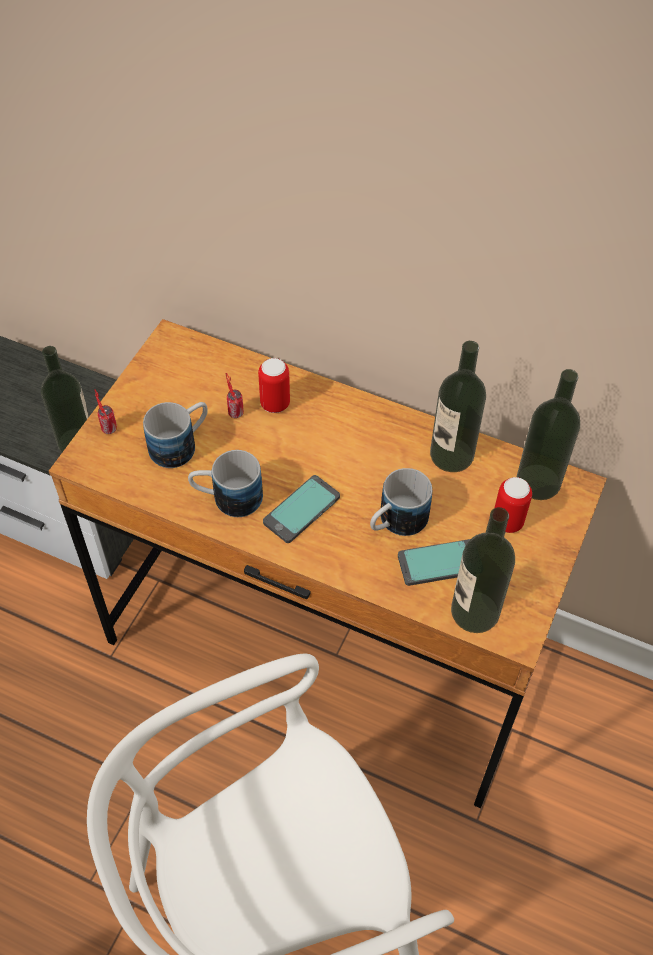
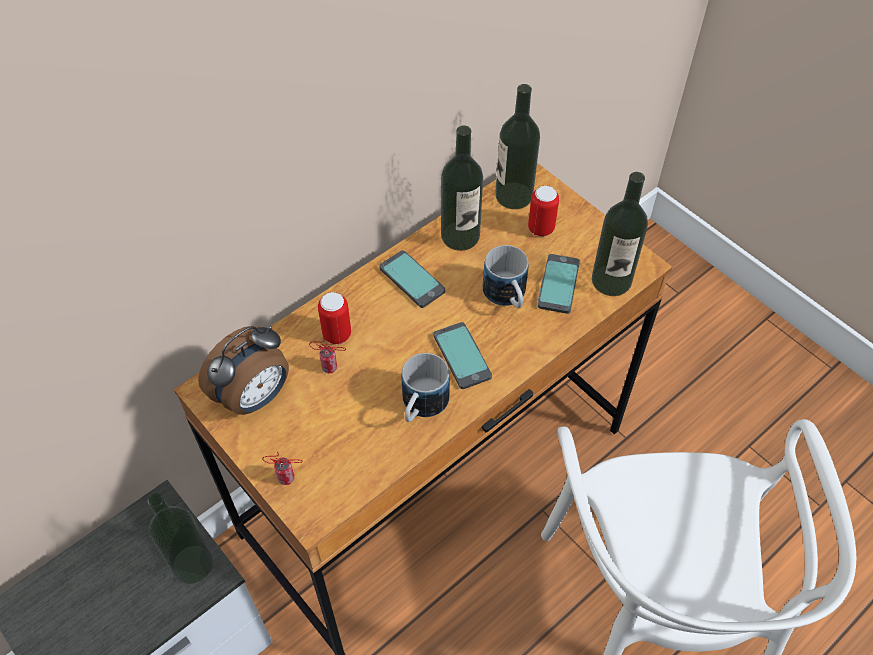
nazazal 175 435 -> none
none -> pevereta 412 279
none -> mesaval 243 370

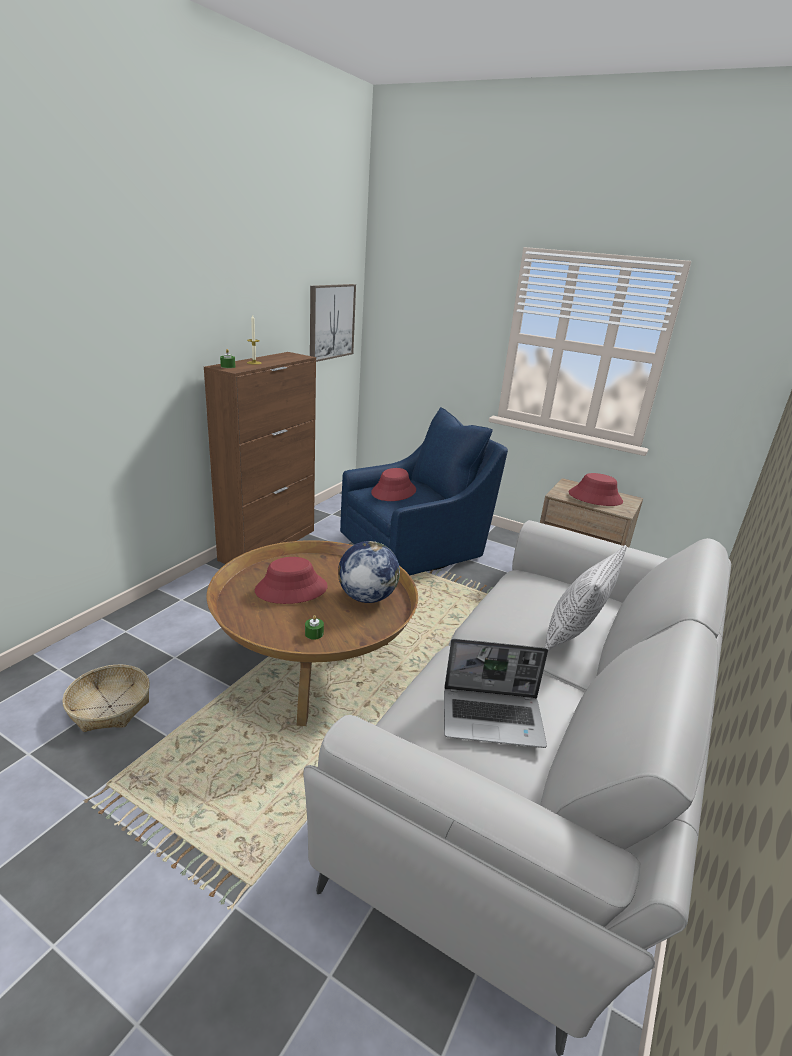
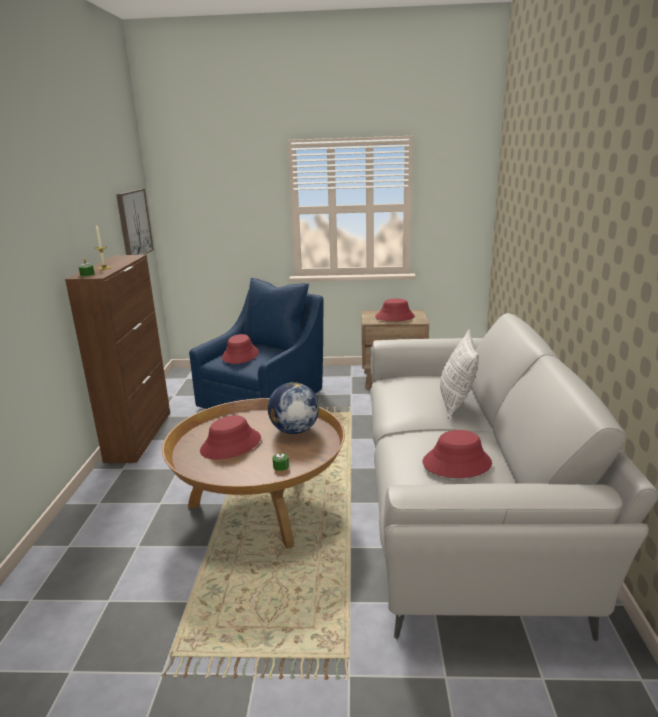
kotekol 496 693 -> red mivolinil 457 454
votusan 106 698 -> none

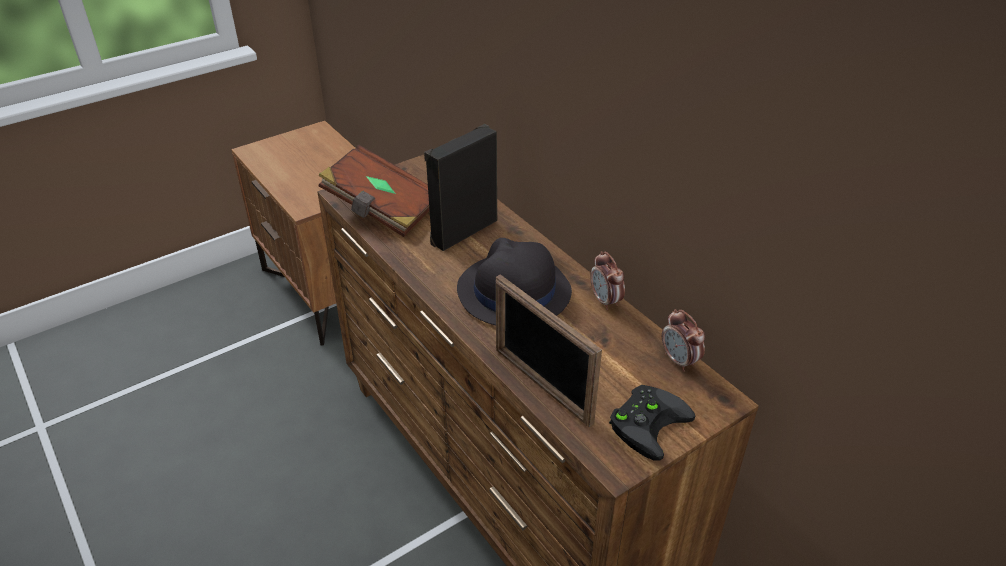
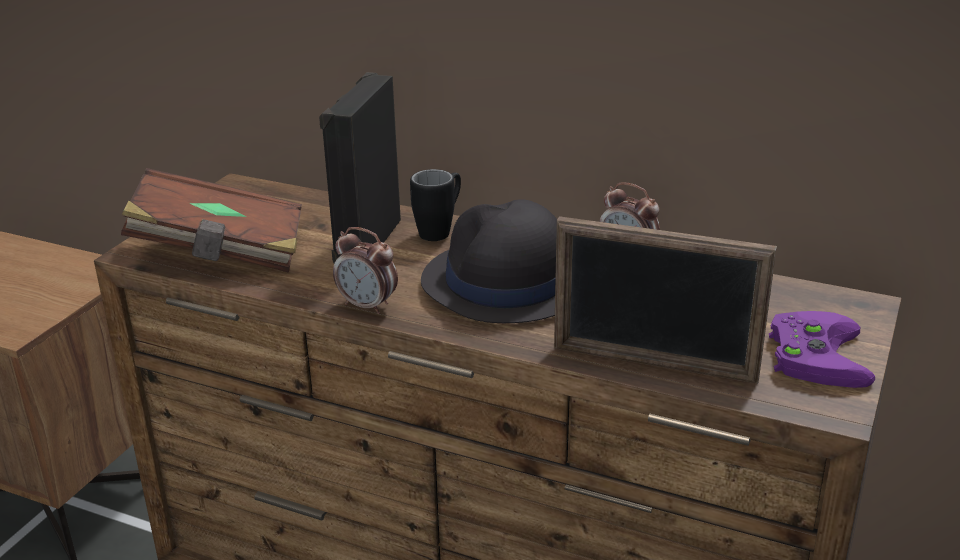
mesaval 683 340 -> mesaval 365 271, move
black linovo 652 423 -> purple linovo 822 349
none -> black nazazal 435 205

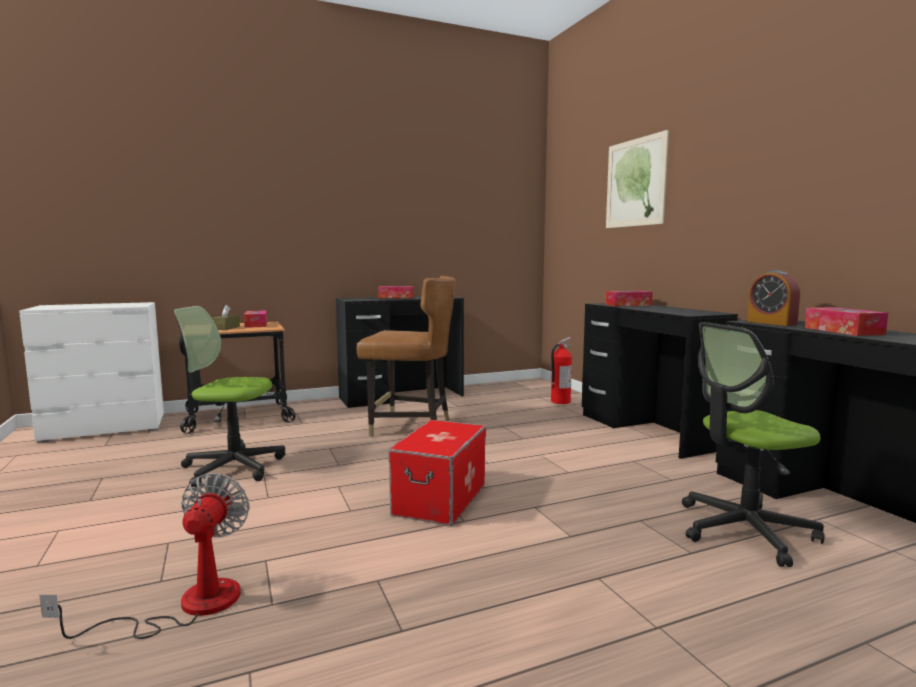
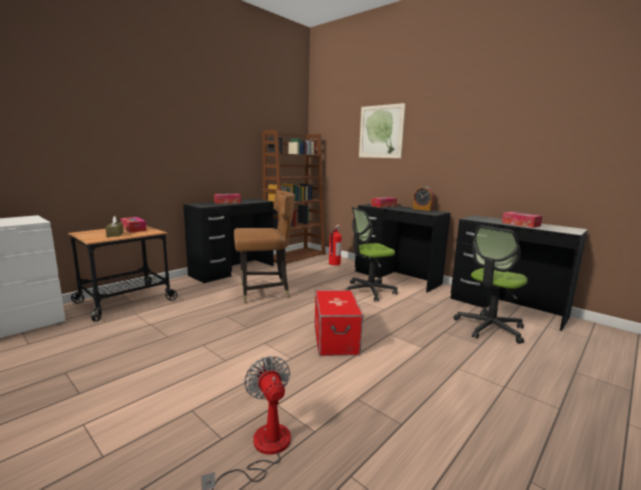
mesaval 773 298 -> mesaval 424 198, move
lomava 229 397 -> lomava 372 254, move
none -> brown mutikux 294 197

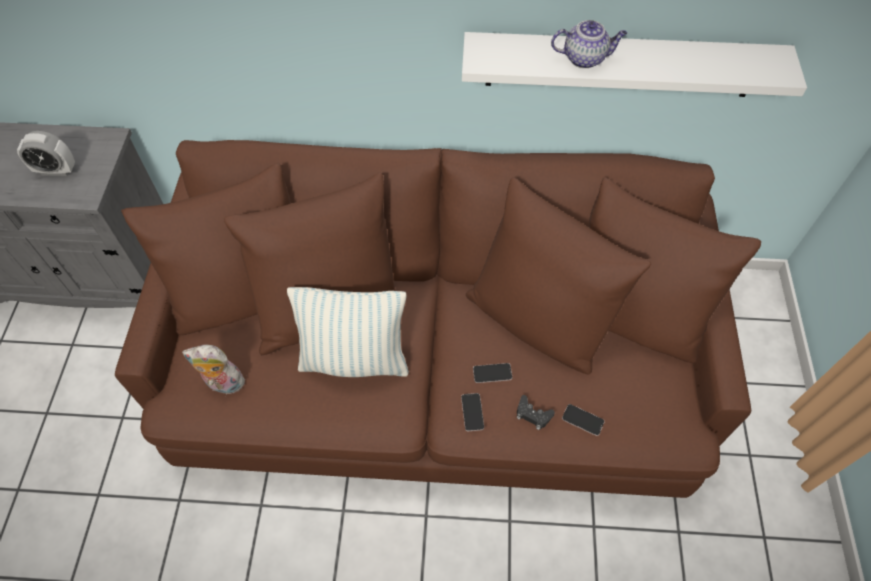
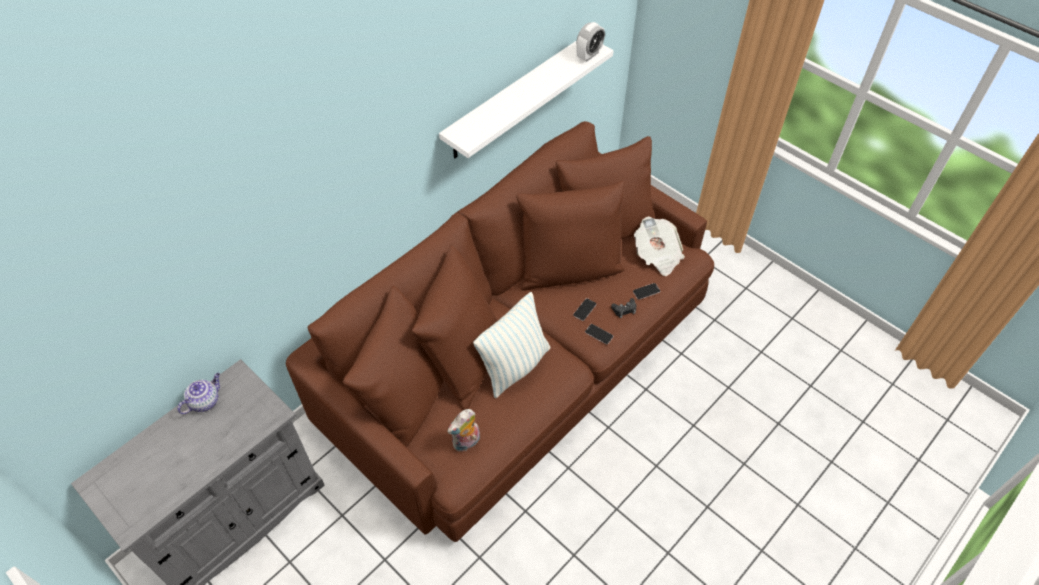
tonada 589 44 -> tonada 198 393, move
mesaval 46 153 -> mesaval 590 41, move
none -> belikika 659 246

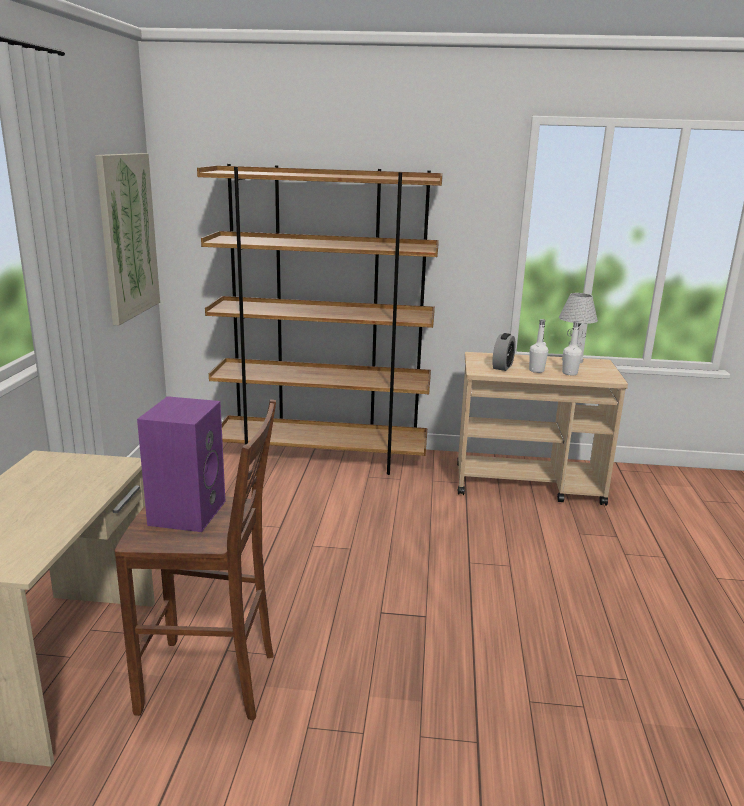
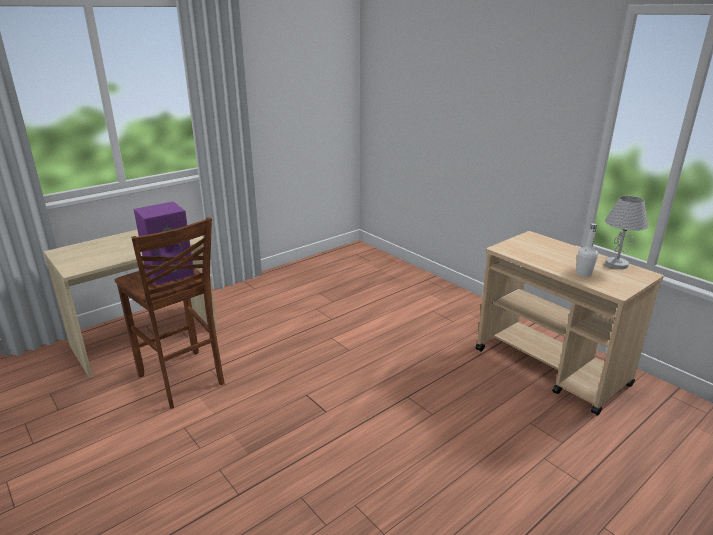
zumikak 127 239 -> none
brown mutikux 320 319 -> none
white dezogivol 538 346 -> none
mesaval 504 352 -> none

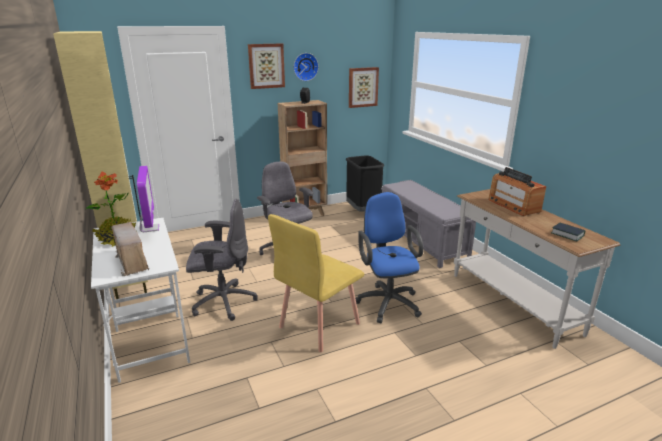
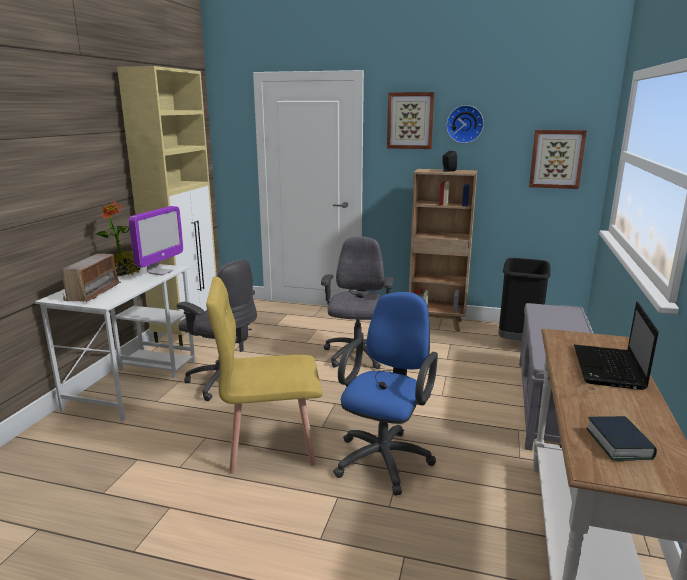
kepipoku 517 191 -> kotekol 616 346

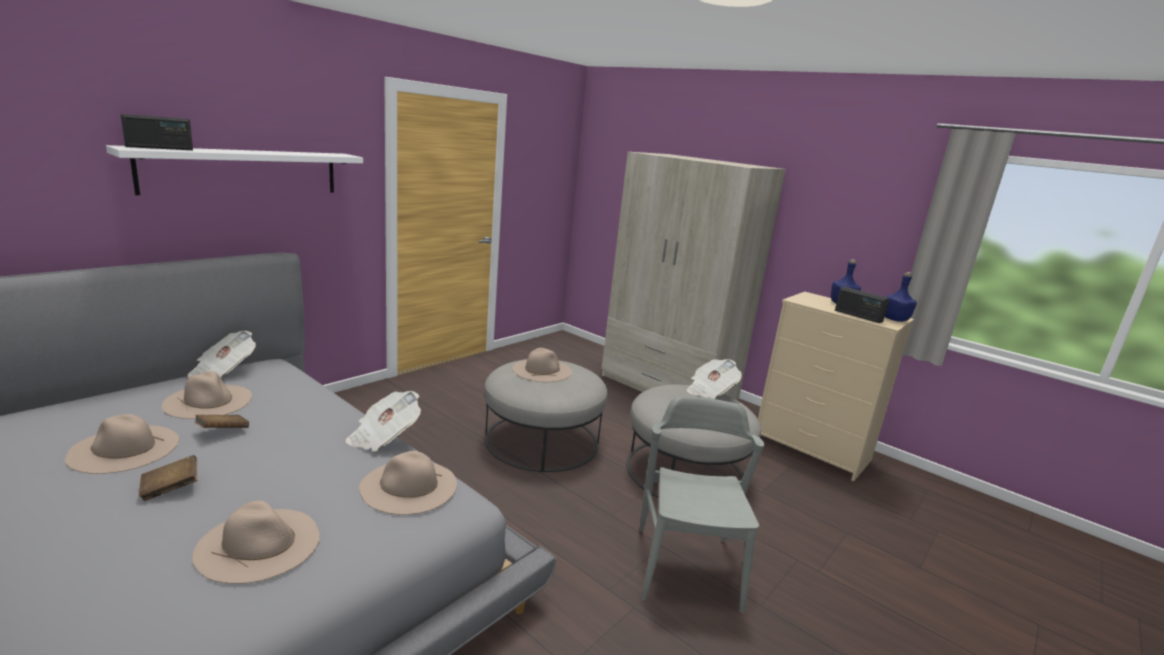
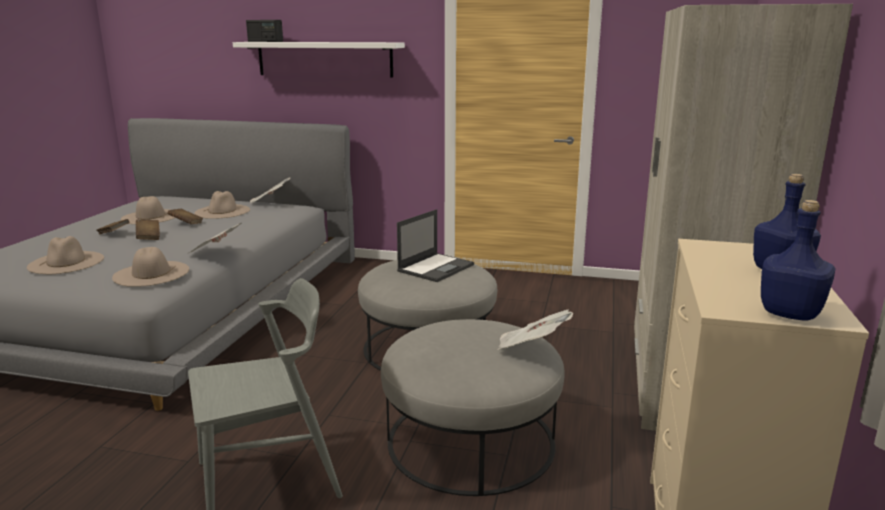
kepipoku 862 305 -> none
beige mivolinil 542 365 -> kotekol 435 245
none -> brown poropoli 148 229

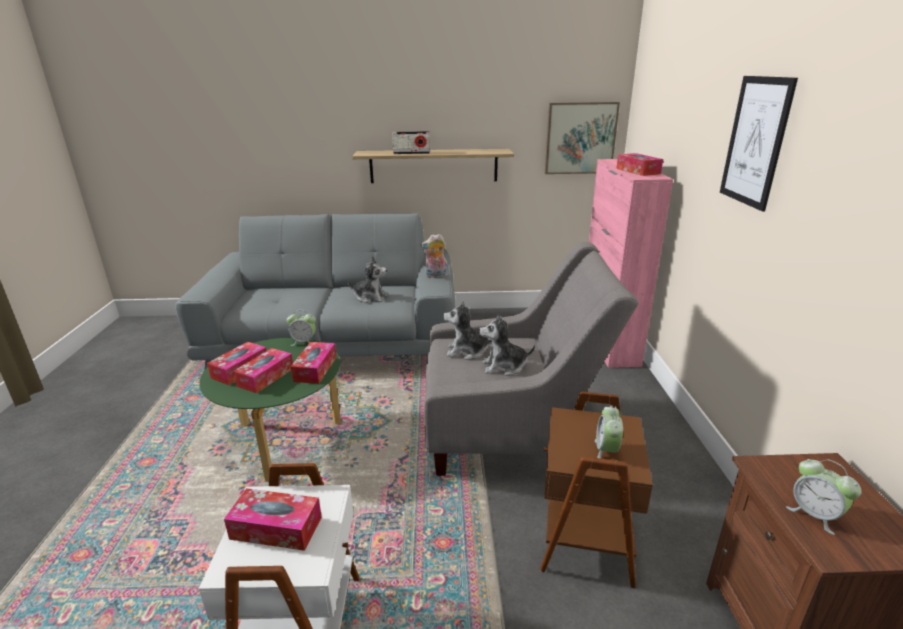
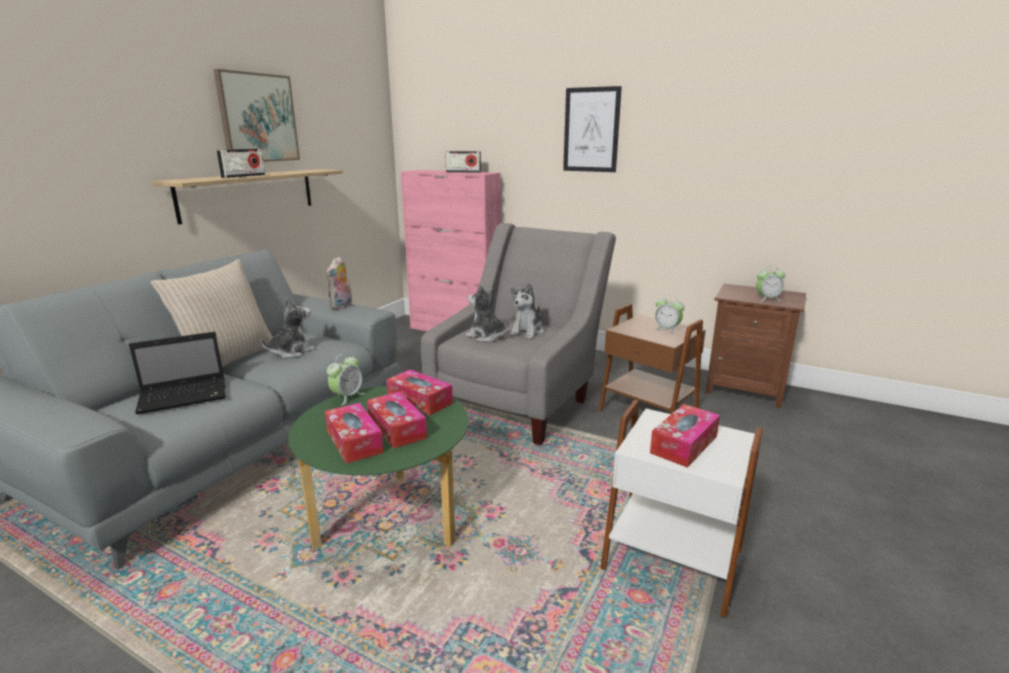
zumikak 582 138 -> zumikak 256 115, move
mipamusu 639 164 -> kepipoku 463 162
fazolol 467 330 -> fazolol 487 313, 90 degrees clockwise
none -> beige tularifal 212 313
none -> kotekol 177 373

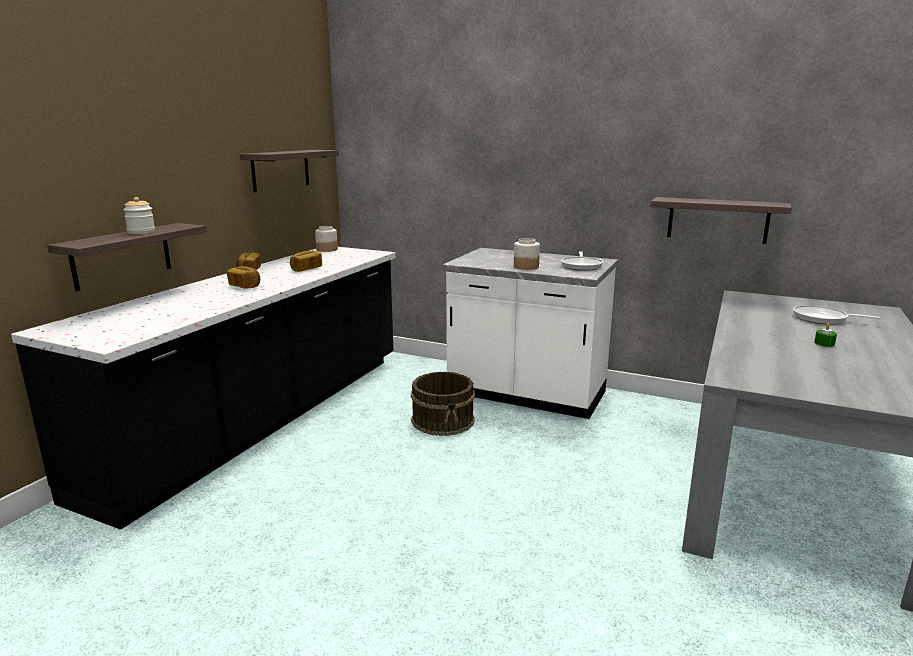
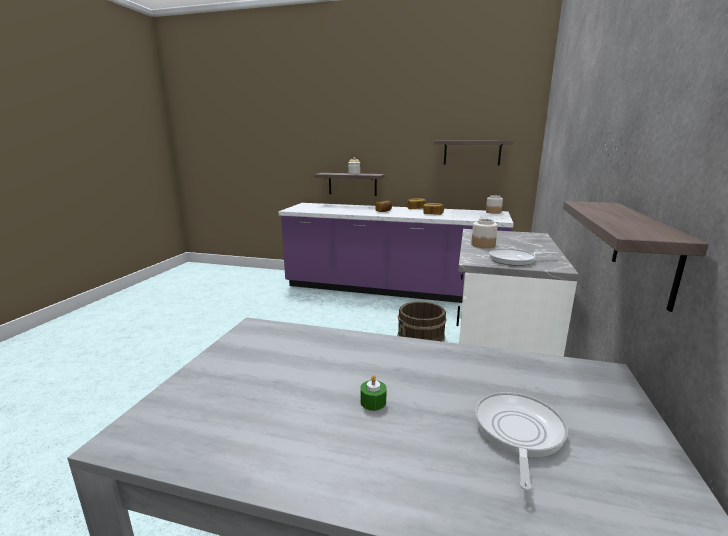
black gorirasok 203 388 -> purple gorirasok 396 253

